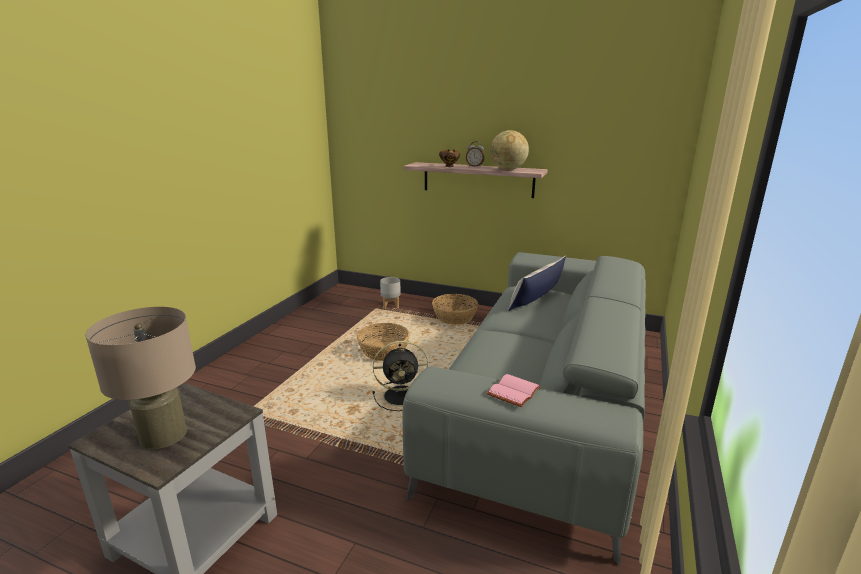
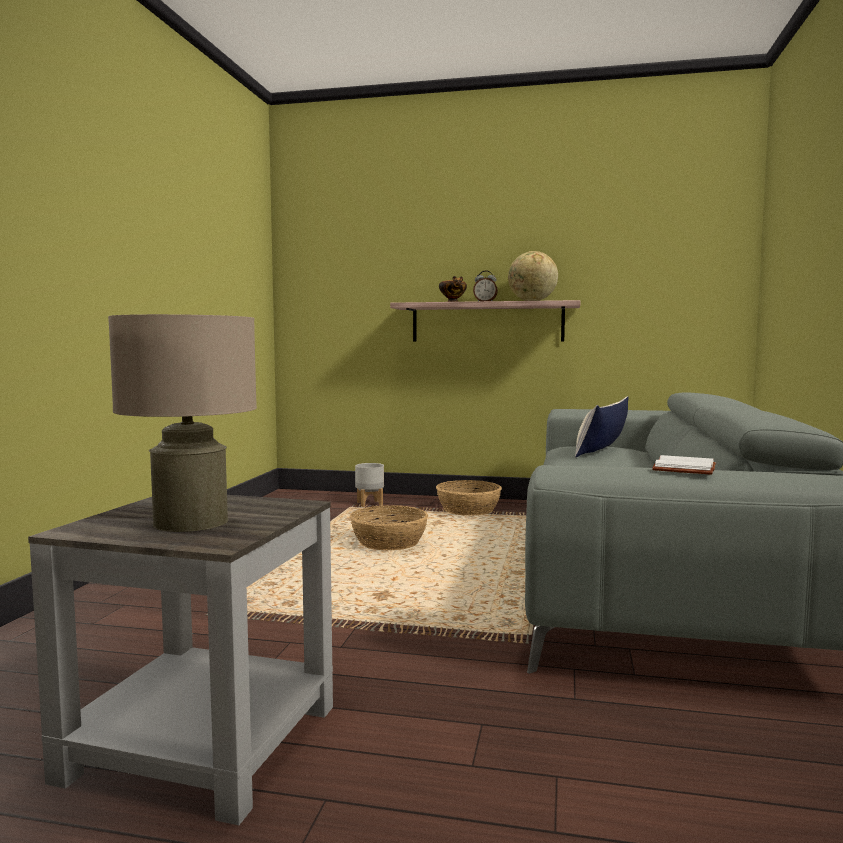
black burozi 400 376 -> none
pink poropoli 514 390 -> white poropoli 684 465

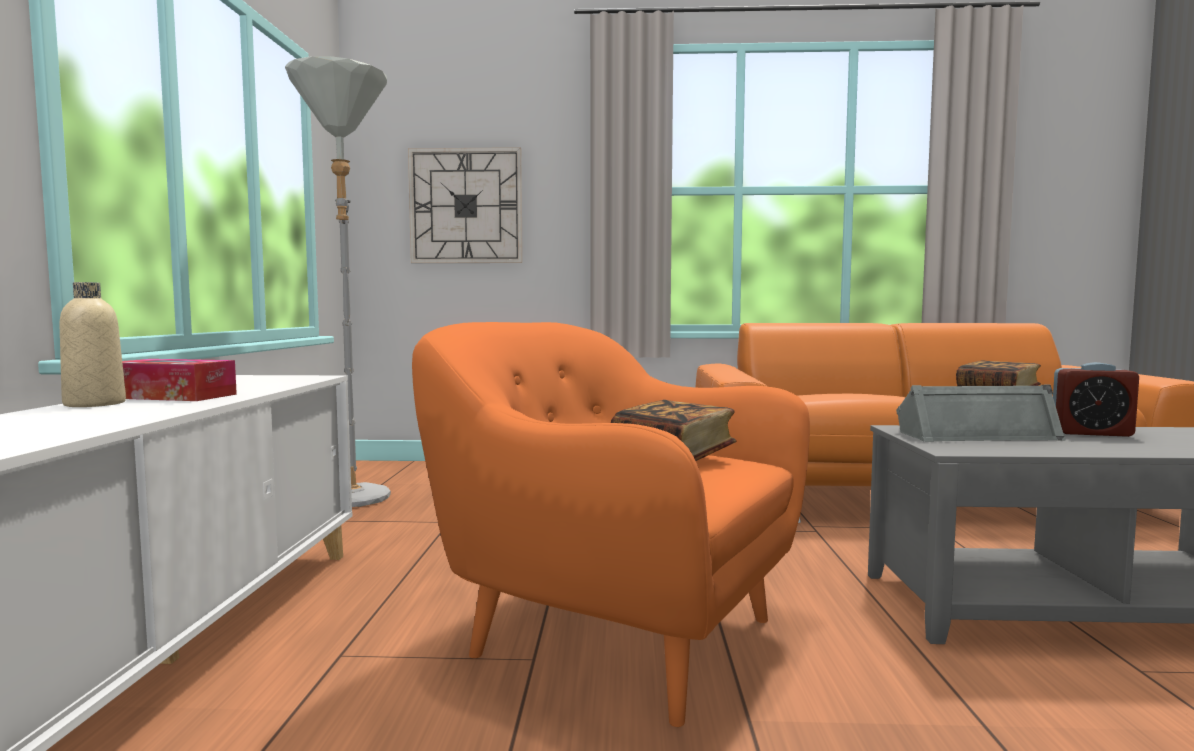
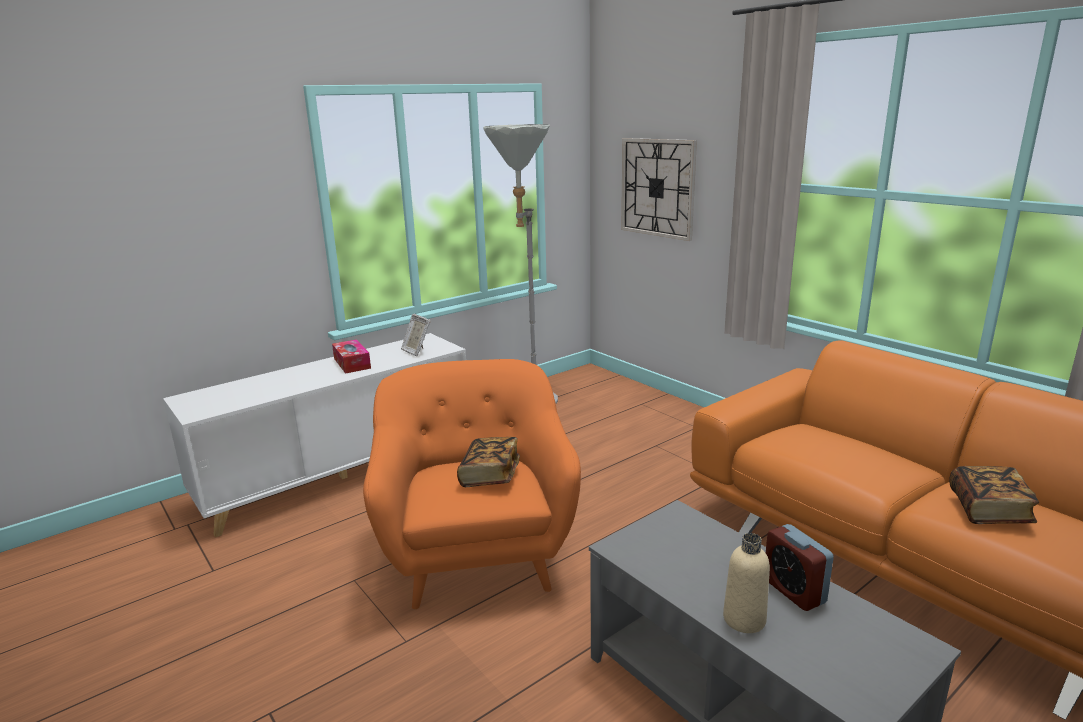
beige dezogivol 92 344 -> beige dezogivol 746 583, move
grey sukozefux 981 413 -> none
none -> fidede 416 335

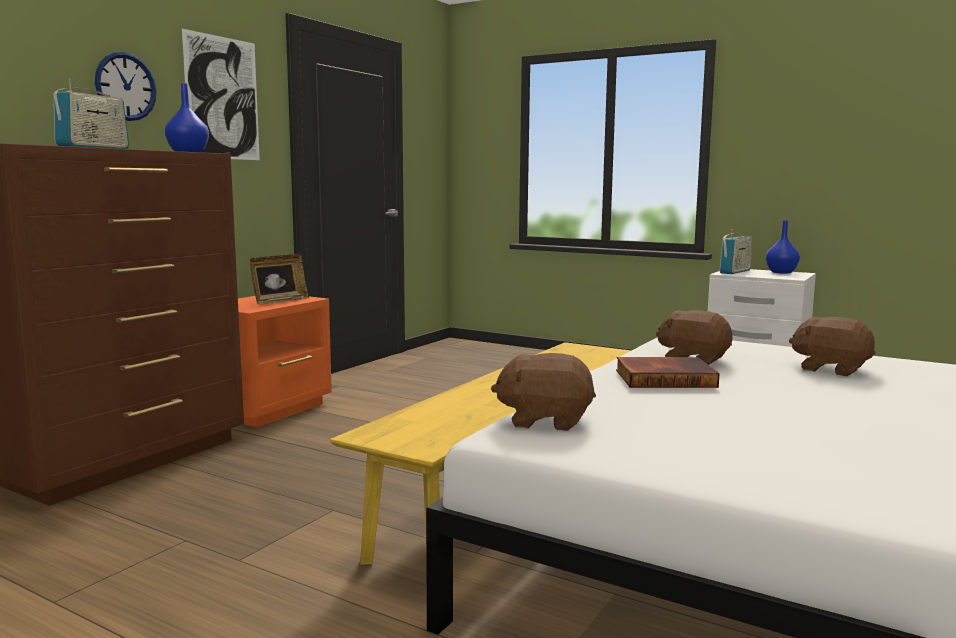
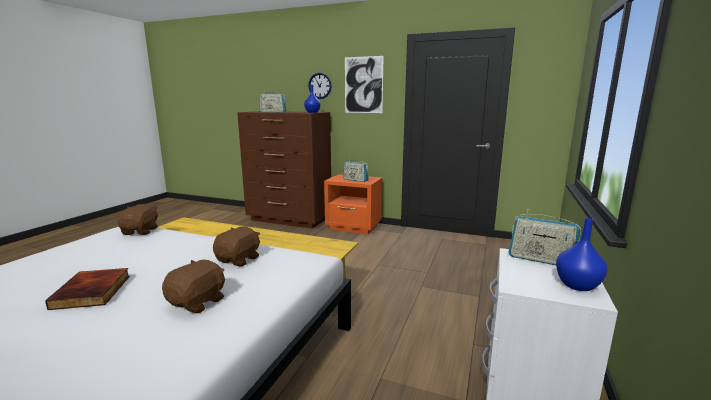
fidede 279 279 -> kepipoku 356 171
poropoli 668 372 -> poropoli 87 289, move

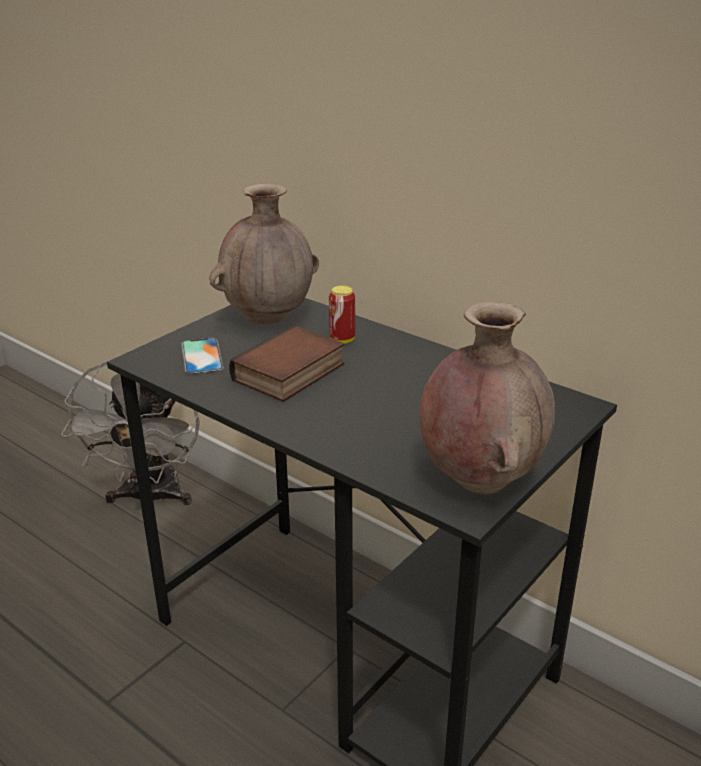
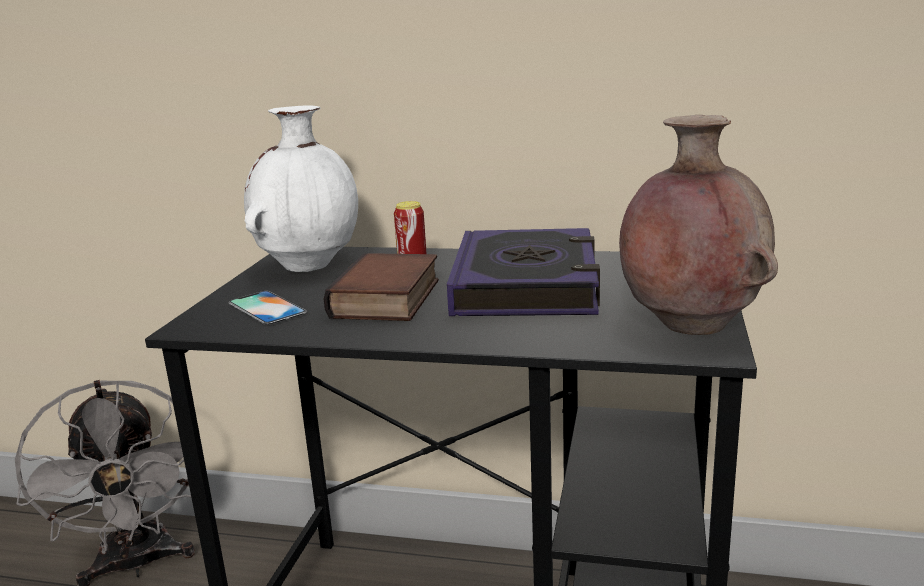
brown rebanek 264 254 -> white rebanek 301 188
none -> poropoli 523 272

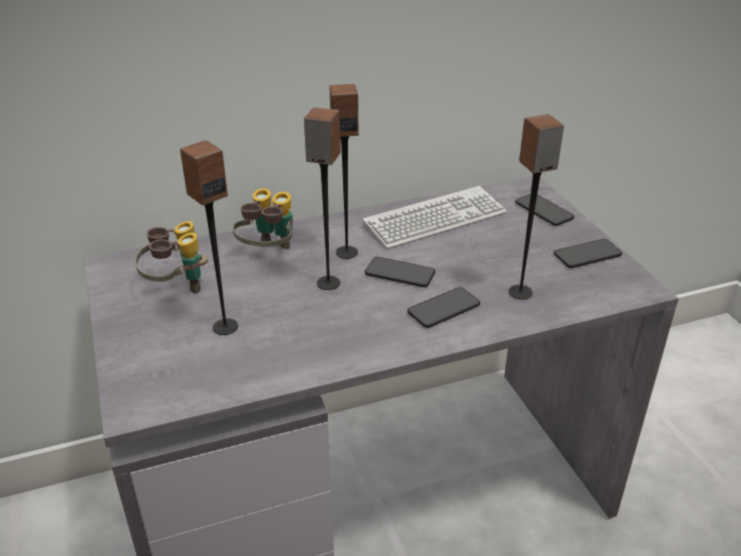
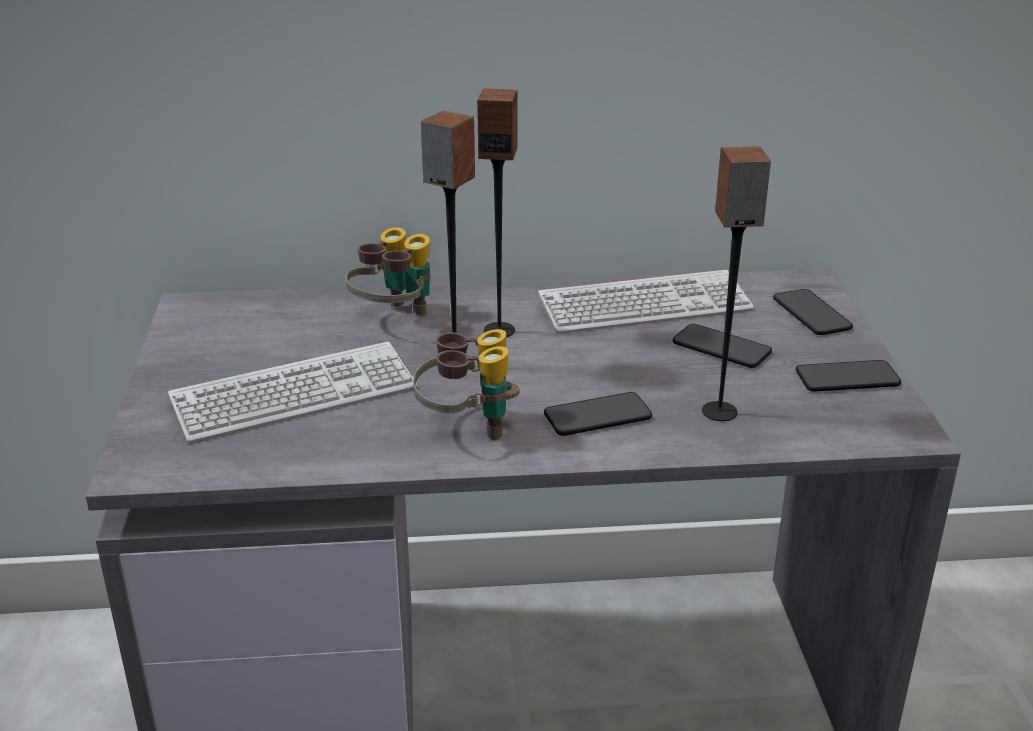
sukozefux 209 237 -> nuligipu 292 392
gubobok 171 257 -> gubobok 466 384, move
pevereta 400 272 -> pevereta 722 346, move

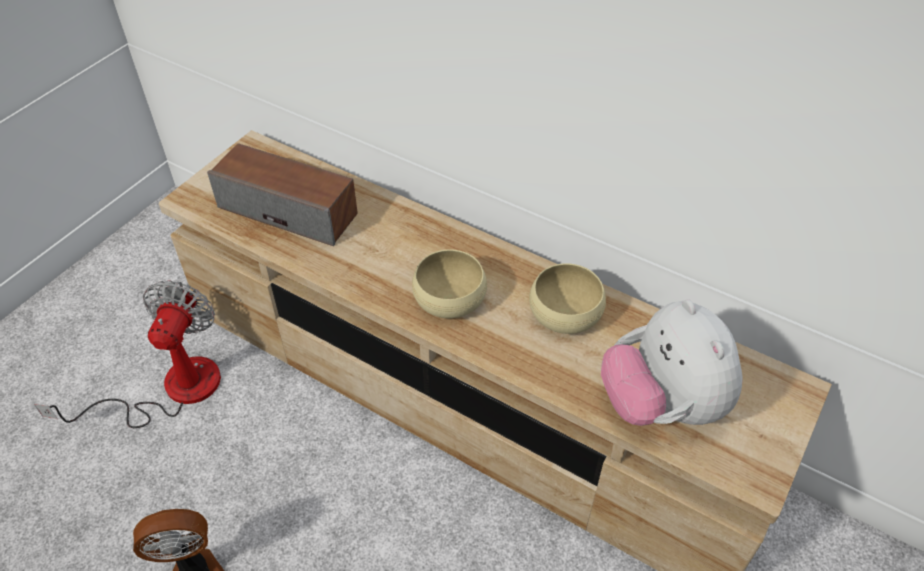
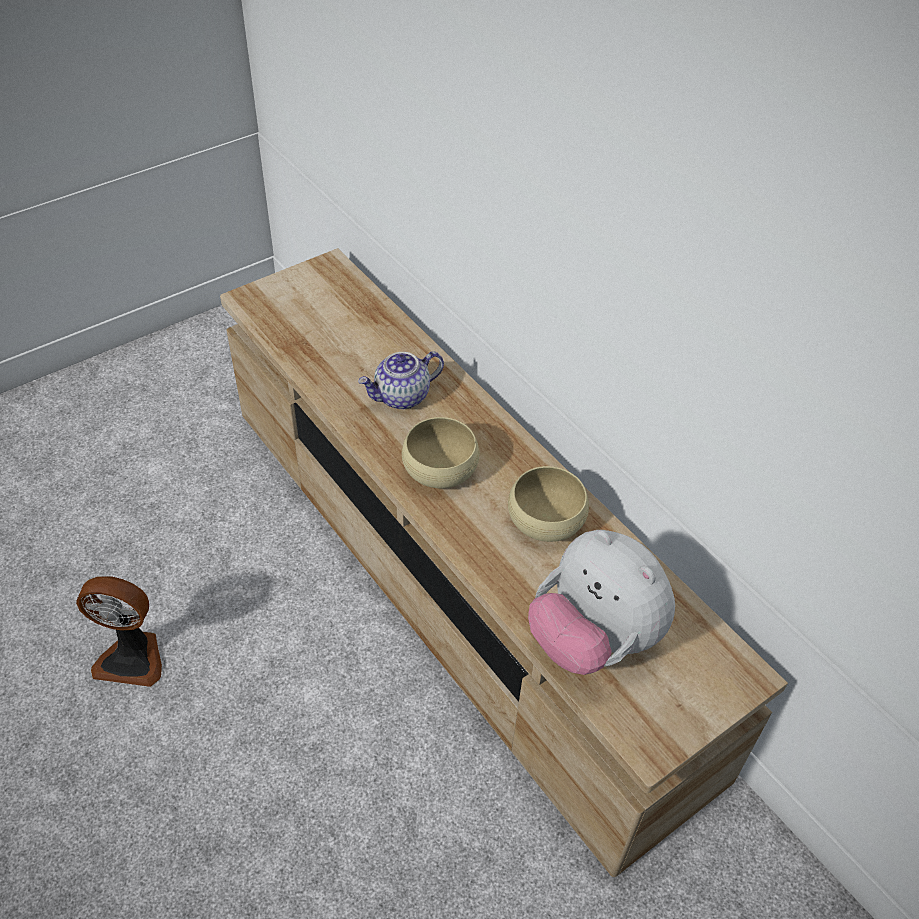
sukozefux 282 194 -> none
burozi 127 354 -> none
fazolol 672 362 -> fazolol 601 602, 45 degrees counterclockwise
none -> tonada 401 380

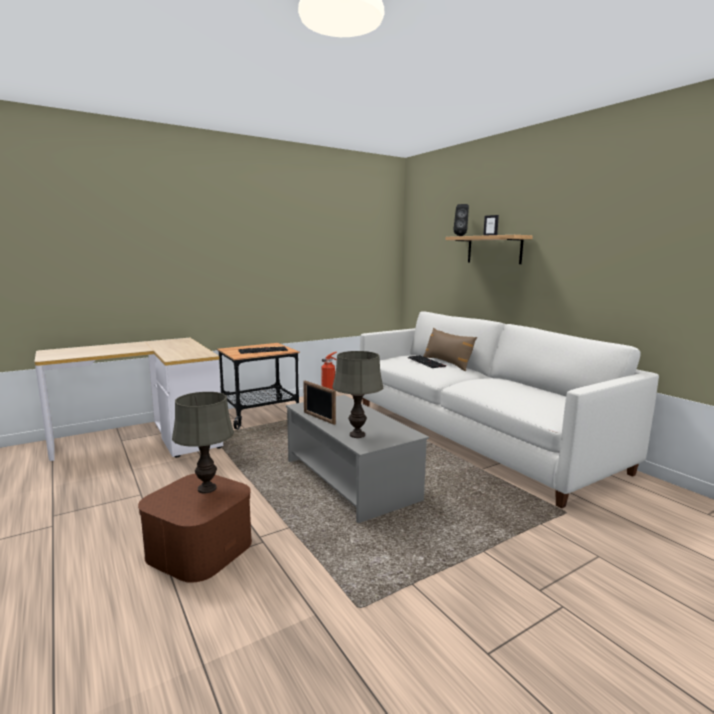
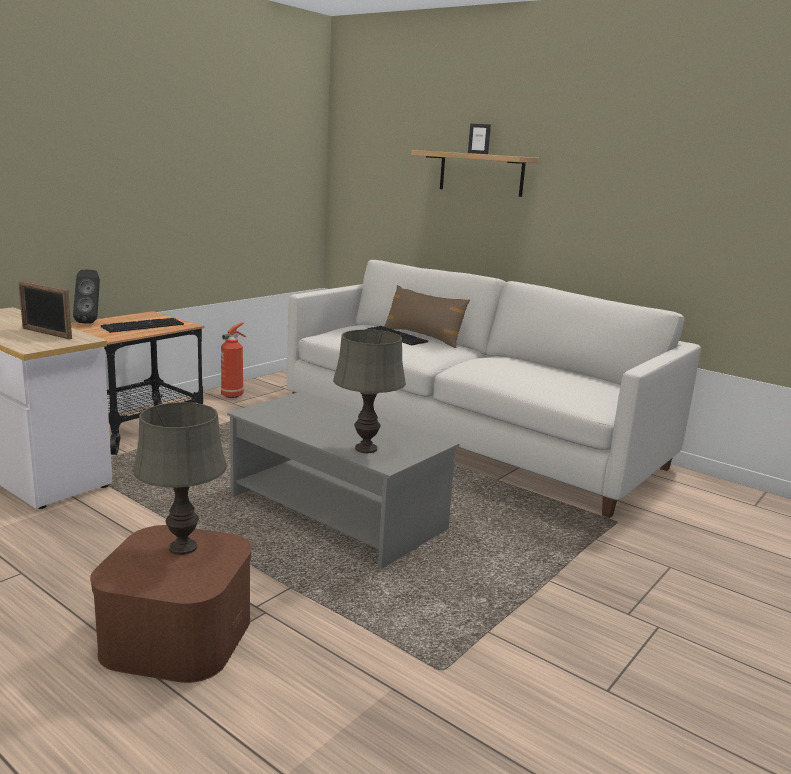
black sukozefux 461 220 -> black sukozefux 86 297, move
fidede 319 403 -> fidede 45 310, move

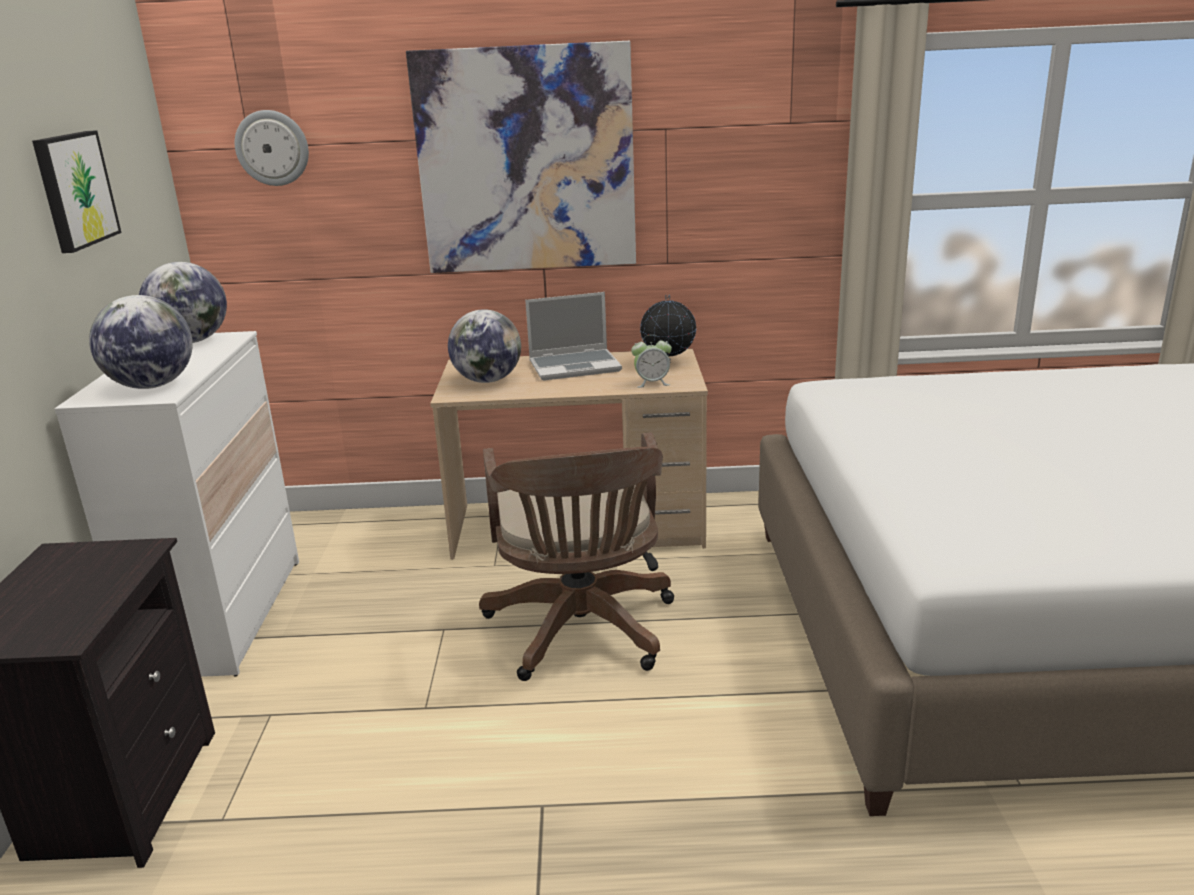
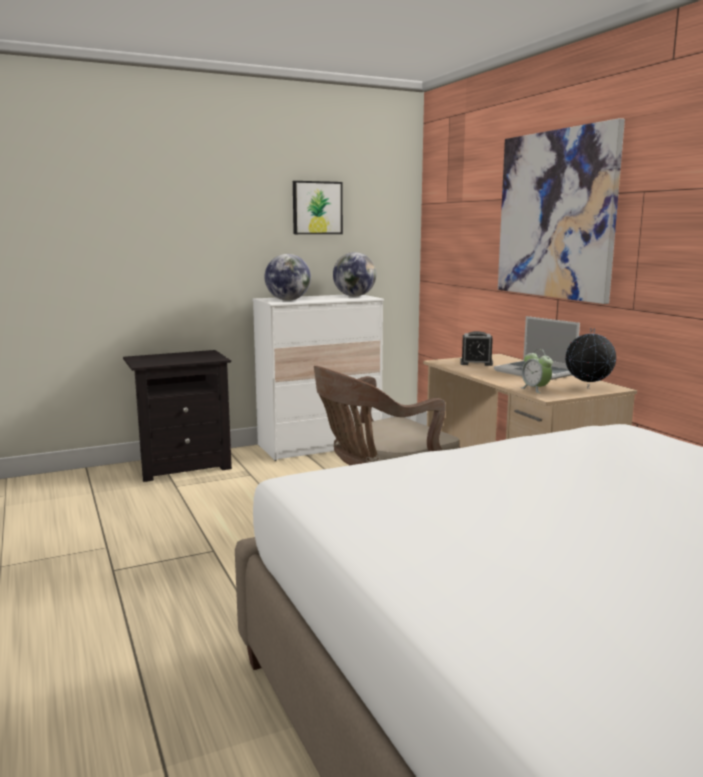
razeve 272 148 -> none
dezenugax 484 346 -> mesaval 476 348

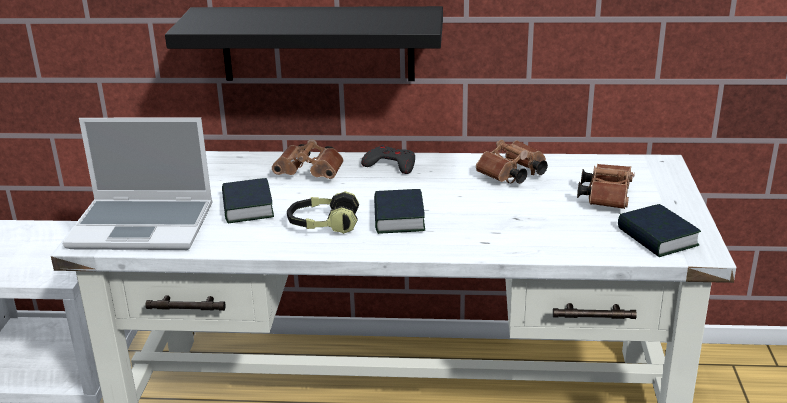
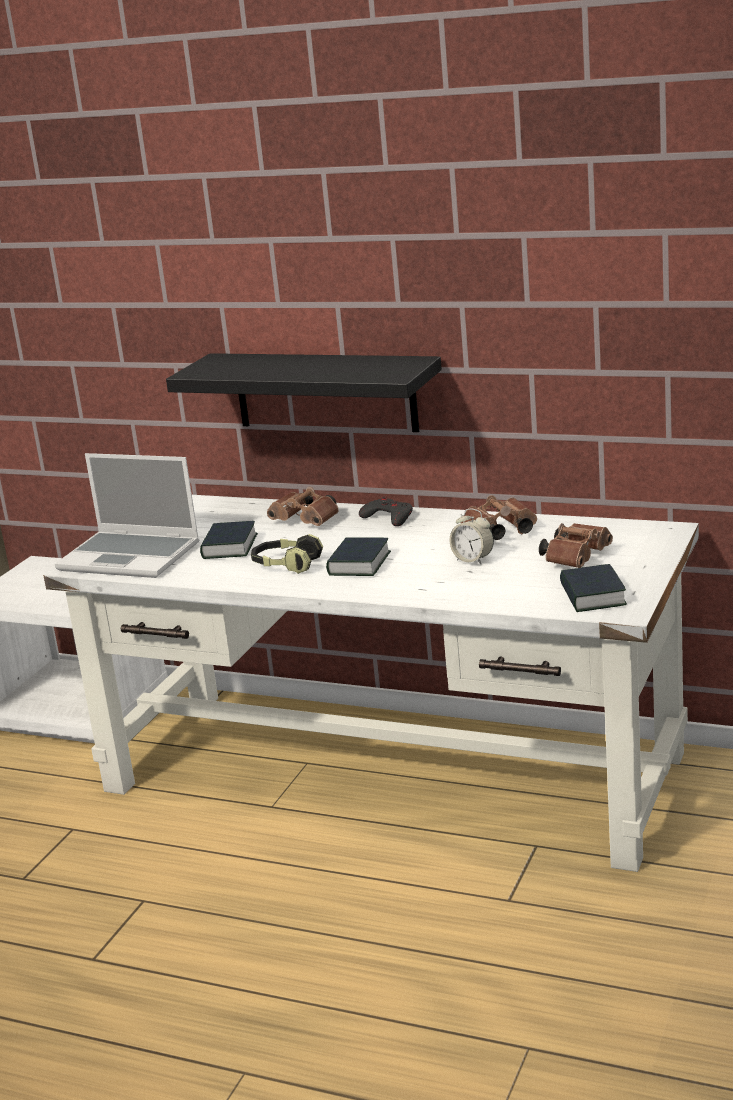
none -> mesaval 471 536

